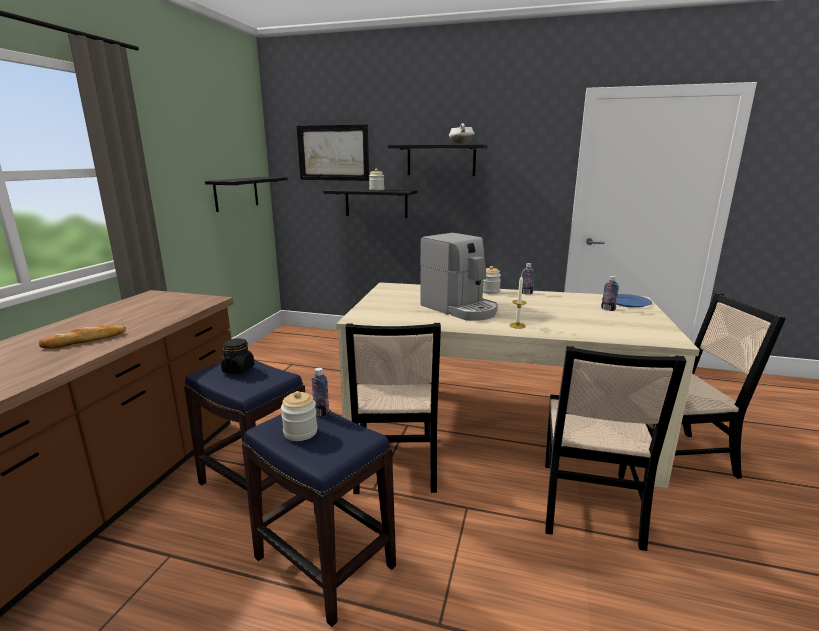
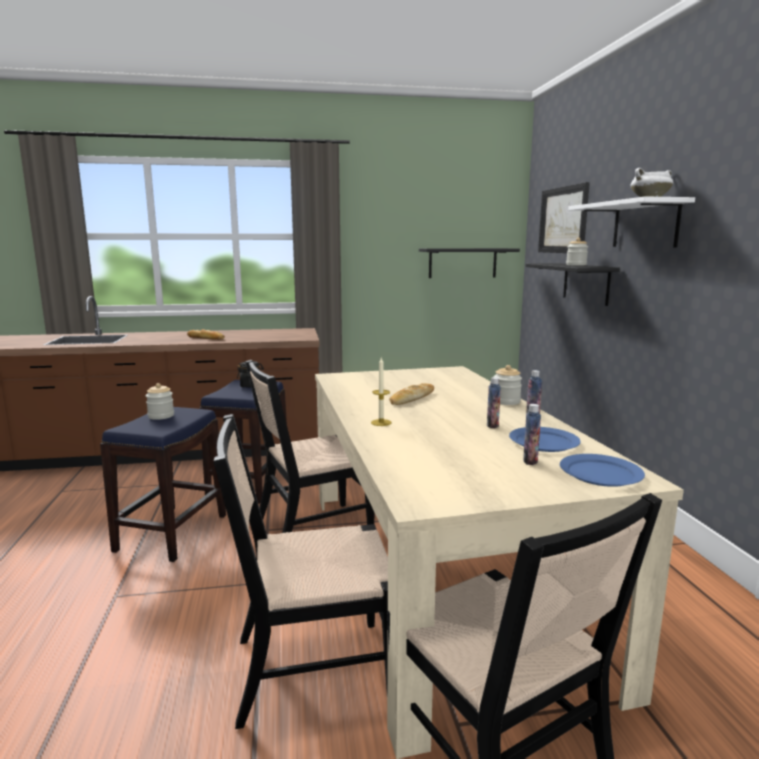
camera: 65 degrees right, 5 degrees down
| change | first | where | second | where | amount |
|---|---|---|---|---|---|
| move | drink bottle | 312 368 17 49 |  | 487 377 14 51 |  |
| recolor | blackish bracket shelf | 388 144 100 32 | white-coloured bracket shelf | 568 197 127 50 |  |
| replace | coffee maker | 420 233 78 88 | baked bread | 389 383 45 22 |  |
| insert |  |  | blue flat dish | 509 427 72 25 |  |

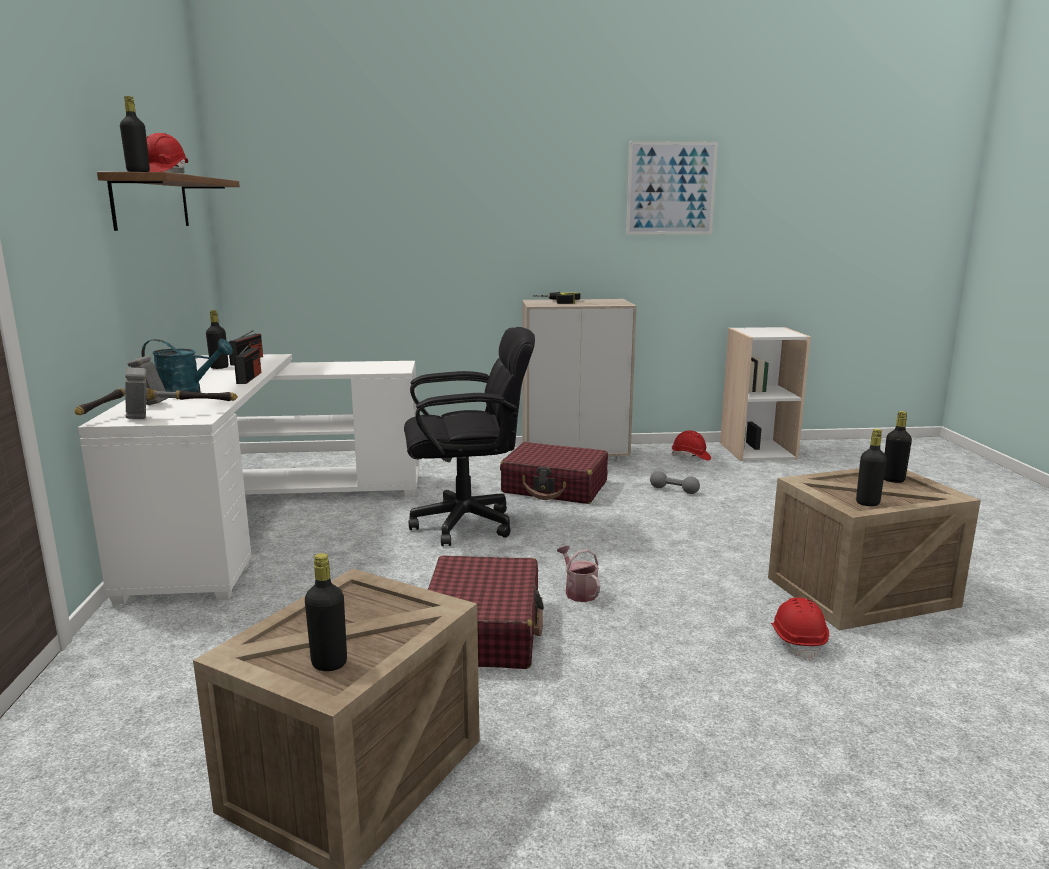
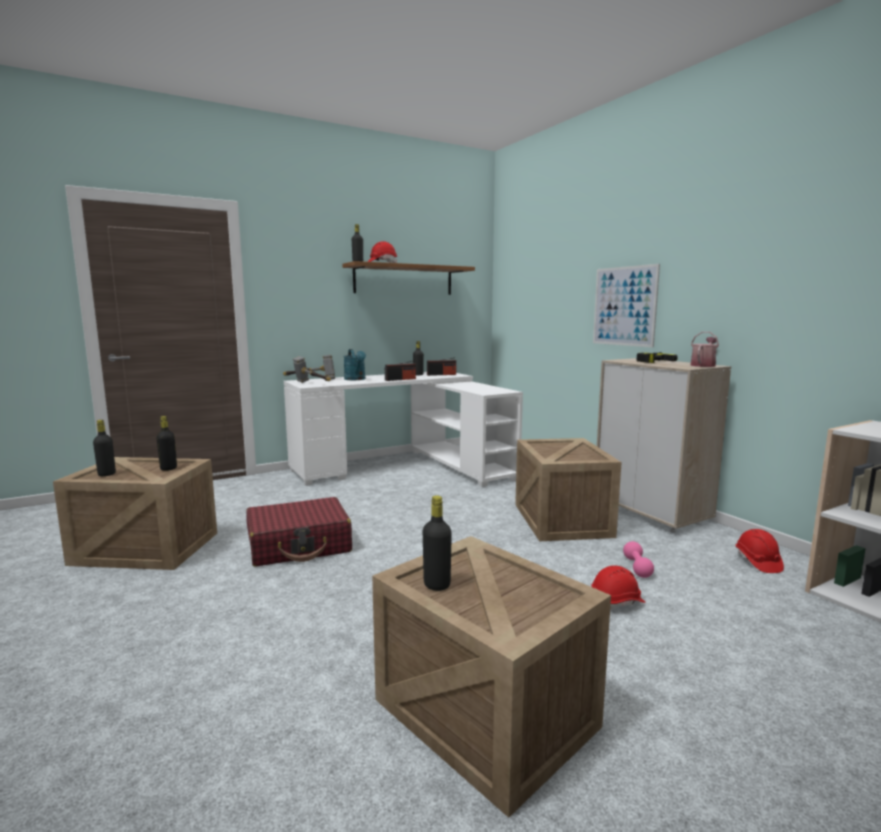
camera: 65 degrees right, 5 degrees down
| change | first | where | second | where | amount |
|---|---|---|---|---|---|
| delete | blackish office chair | 404 327 131 219 |  |  |  |
| replace | red travel case | 500 442 108 62 | crate | 515 438 107 103 |  |
| move | sprinkling can | 557 545 43 57 |  | 691 332 28 35 |  |
| move | wall art | 626 141 92 93 |  | 593 264 67 83 |  |
| recolor | greyish dumbbell | 650 471 50 23 | pink-coloured dumbbell | 623 541 31 37 |  |
| move | red safety helmet | 771 597 58 64 |  | 591 565 55 44 |  |
| move | blackish drink bottle | 884 411 28 72 |  | 156 416 21 55 |  |

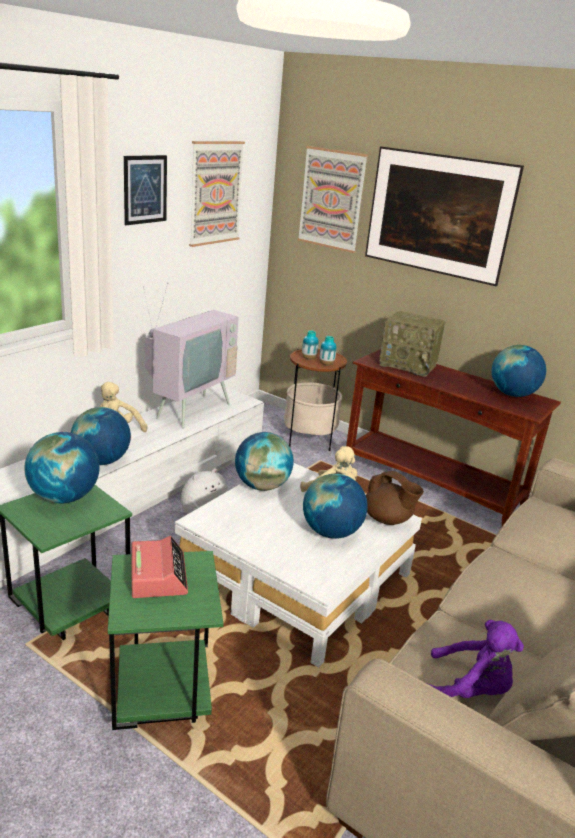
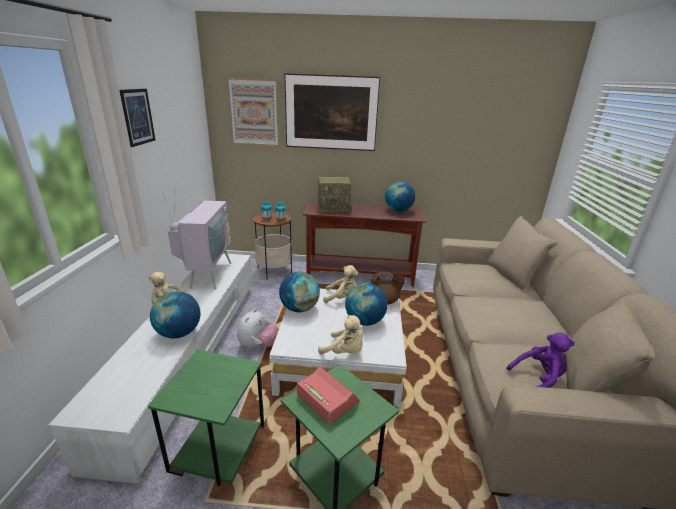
camera: 30 degrees left, 0 degrees up
| change | first | where | second | where | amount |
|---|---|---|---|---|---|
| delete | desk globe | 24 432 76 71 |  |  |  |
| delete | wall art | 189 141 56 106 |  |  |  |
| insert |  |  | beige-coloured plush toy | 318 315 45 39 |  |

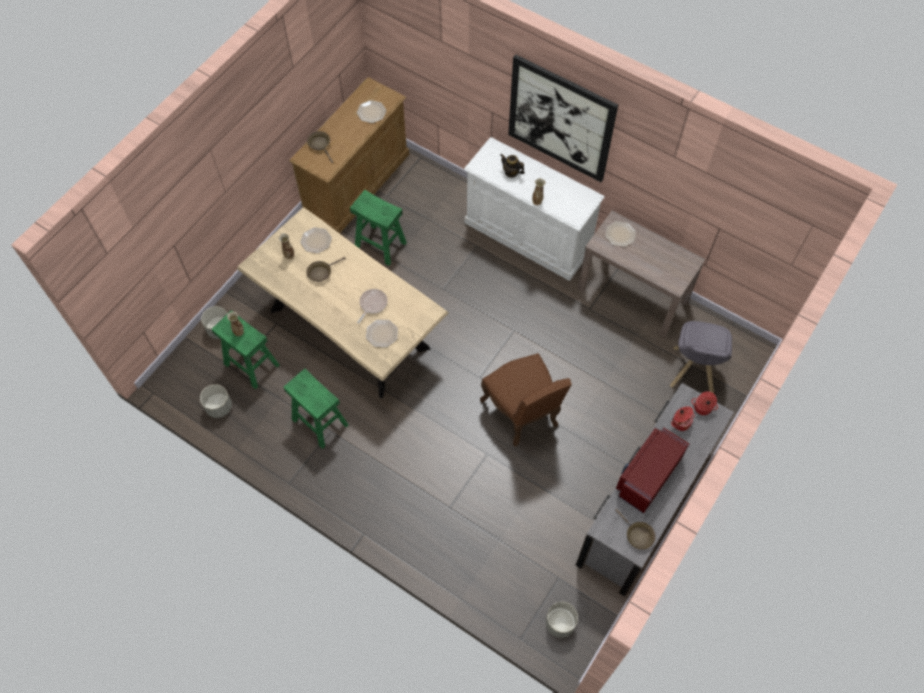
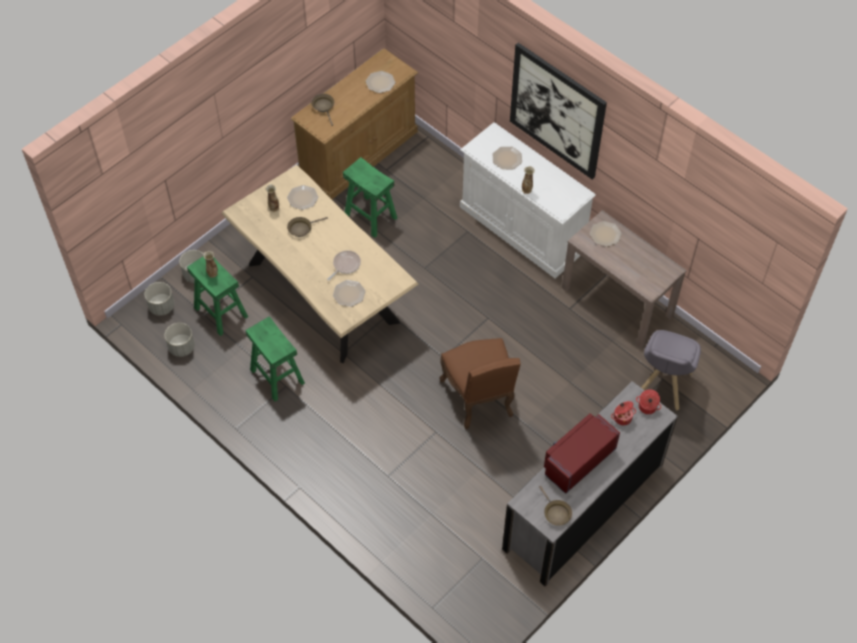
camera: 10 degrees right, 5 degrees down
| change | first | where | second | where | amount |
|---|---|---|---|---|---|
| replace | teapot | 501 154 24 24 | flat dish | 492 147 30 23 |  |
| move | greyish flower pot | 546 602 32 36 |  | 145 282 29 34 |  |

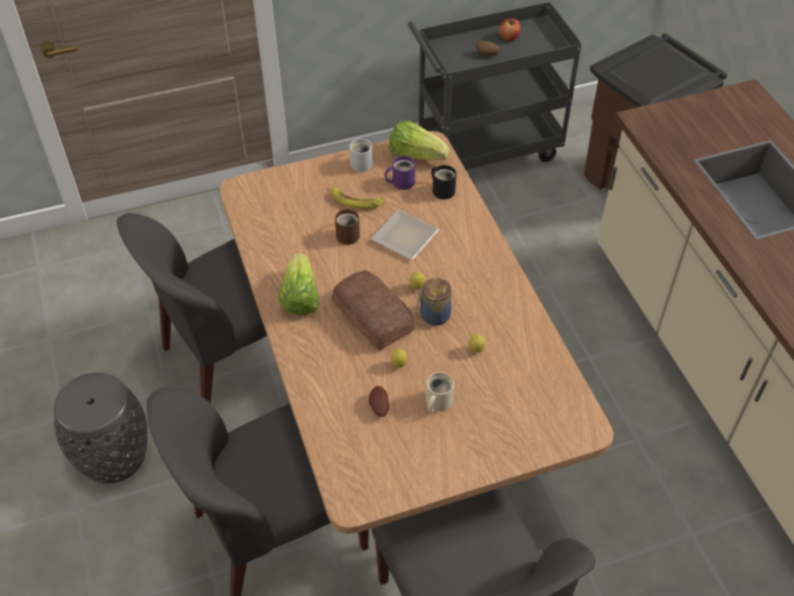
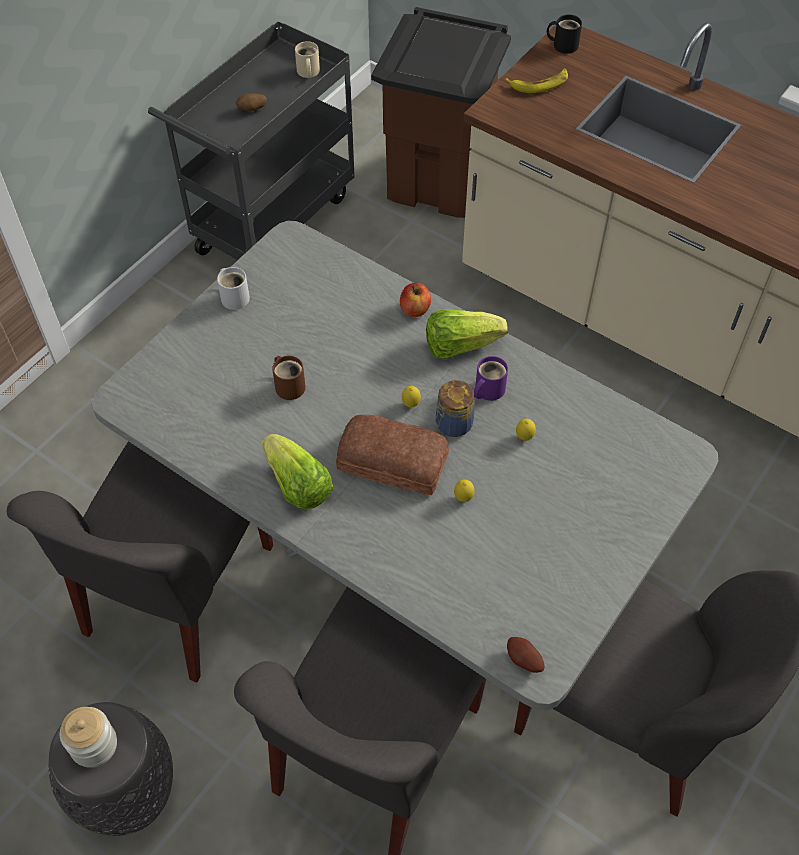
camera: 35 degrees left, 5 degrees up
| change | first | where | second | where | amount |
|---|---|---|---|---|---|
| recolor | brown-coloured dining table | 220 131 393 403 | greyish dining table | 91 221 627 489 |  |
| move | whole banana | 331 184 54 25 |  | 505 69 63 24 |  |
| move | potato | 369 386 20 31 |  | 507 637 38 36 |  |
| delete | flat dish | 371 210 68 50 |  |  |  |
| move | purple tea mug | 384 156 31 34 |  | 474 356 34 45 |  |
| move | lettuce head | 389 121 61 39 |  | 426 309 82 50 |  |
| move | beige-coloured tea mug | 426 372 28 40 |  | 295 41 25 37 |  |
| move | blackish tea mug | 431 165 25 34 |  | 547 14 35 40 |  |
| move | apple | 499 18 22 23 |  | 400 283 31 34 |  |
| insert |  |  | jar | 60 707 57 61 |  |

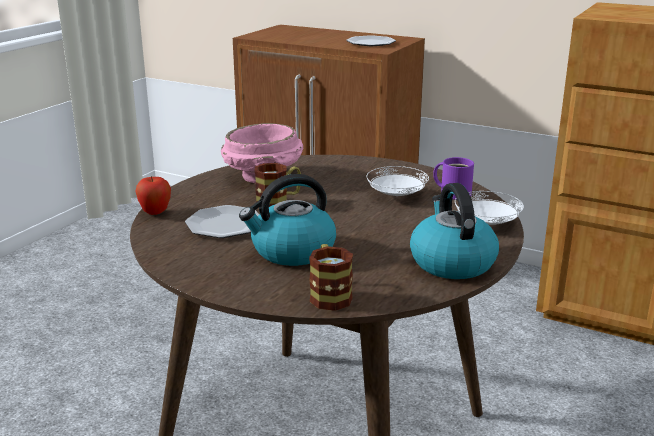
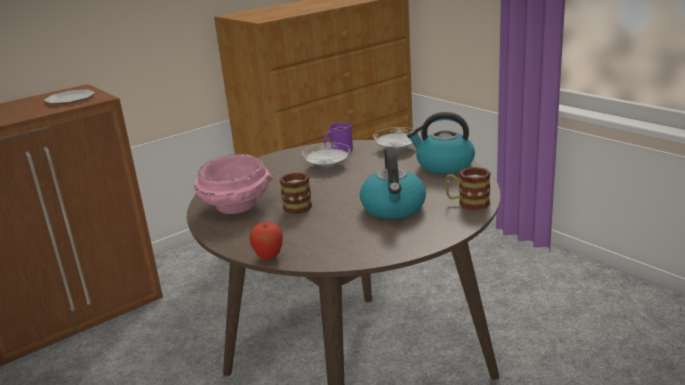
camera: 65 degrees left, 0 degrees up
| change | first | where | second | where | amount |
|---|---|---|---|---|---|
| delete | flat dish | 185 205 74 33 |  |  |  |

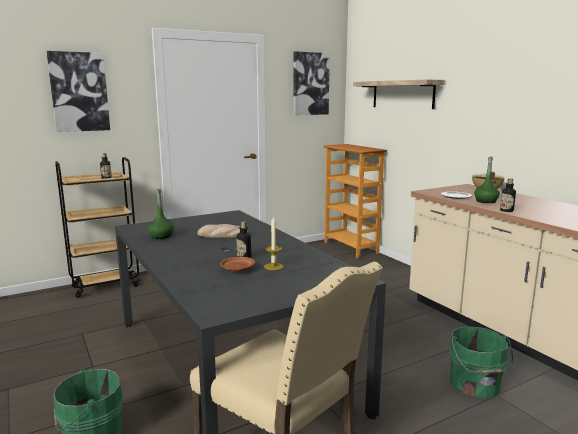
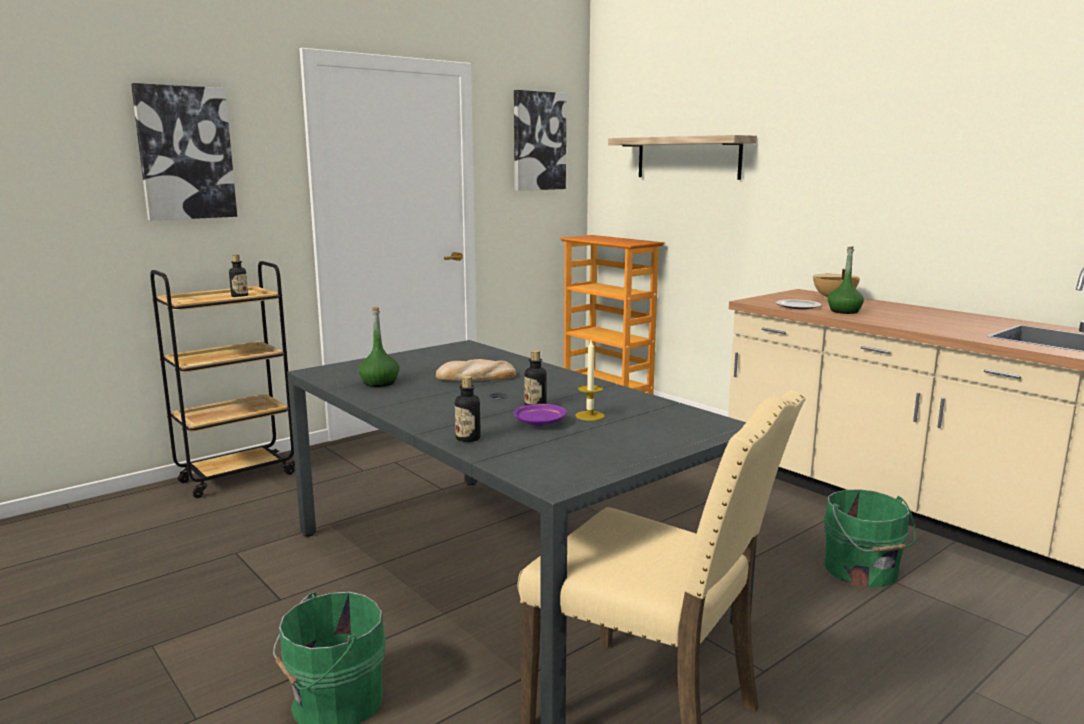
camera: 10 degrees left, 0 degrees up
| change | first | where | second | where | amount |
|---|---|---|---|---|---|
| recolor | brown-coloured flat dish | 220 257 35 15 | purple flat dish | 513 404 54 22 |  |
| move | drink bottle | 500 178 16 34 |  | 455 376 26 66 |  |

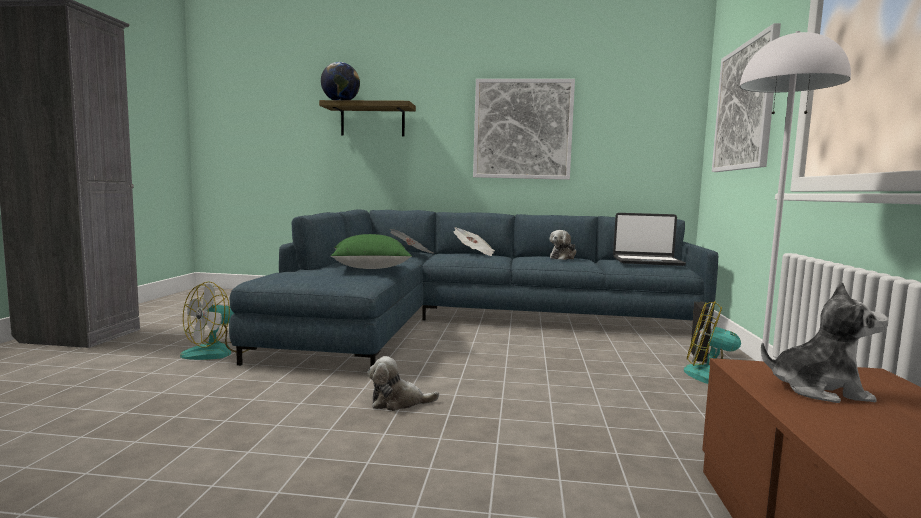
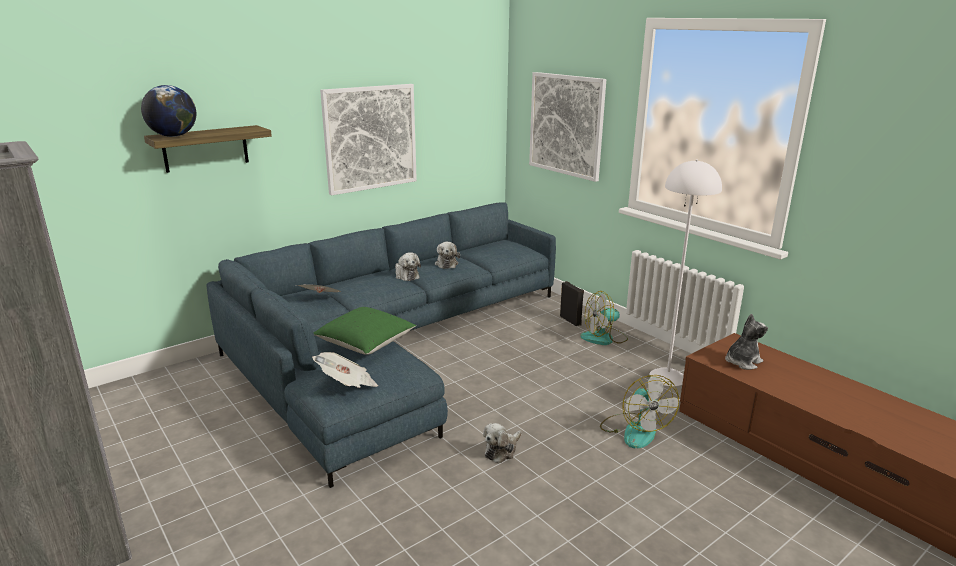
camera: 45 degrees left, 15 degrees up
| change | first | where | second | where | amount |
|---|---|---|---|---|---|
| move | fan | 180 281 69 79 |  | 600 375 79 73 |  |
| move | newspaper | 454 228 41 28 |  | 312 352 66 36 |  |
| delete | laptop | 613 213 73 53 |  |  |  |
| insert |  |  | plush toy | 395 252 26 29 |  |

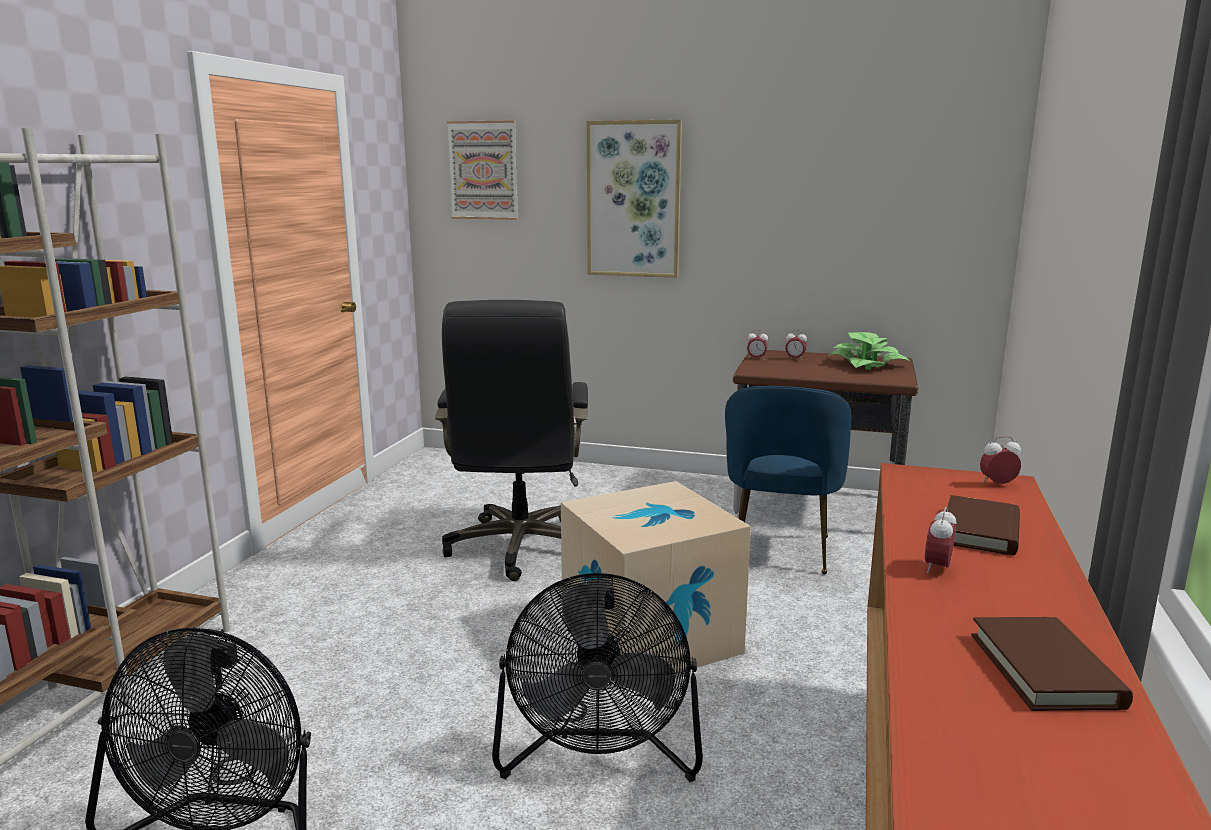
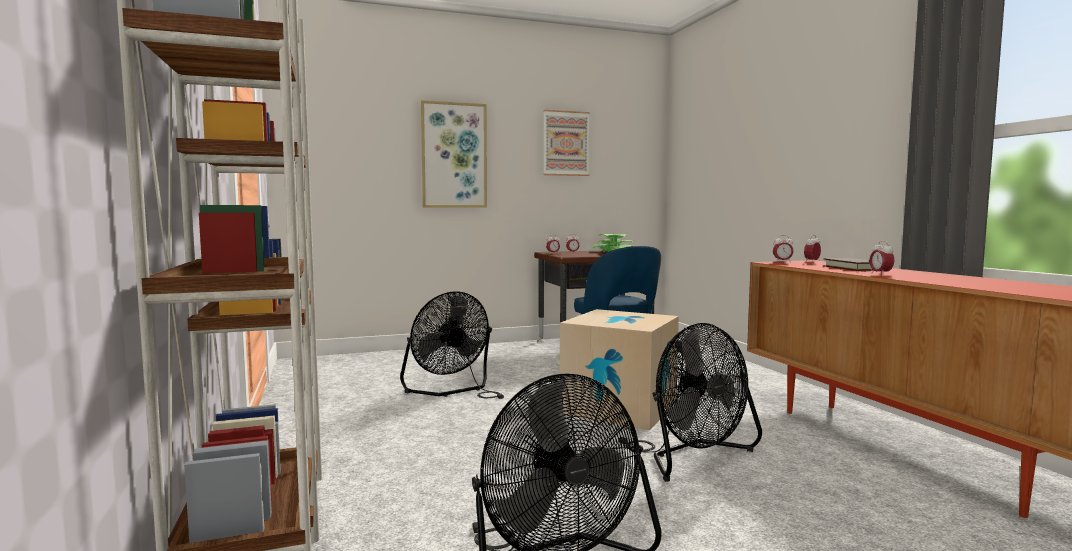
camera: 35 degrees left, 10 degrees down
| change | first | where | second | where | amount |
|---|---|---|---|---|---|
| replace | blackish office chair | 435 300 153 281 | blackish fan | 400 291 104 108 |  |
| move | wall art | 447 120 71 100 |  | 544 110 46 66 |  |
| delete | brown-coloured bound book | 971 617 162 94 |  |  |  |
| insert |  |  | alarm clock | 773 235 21 27 |  |

